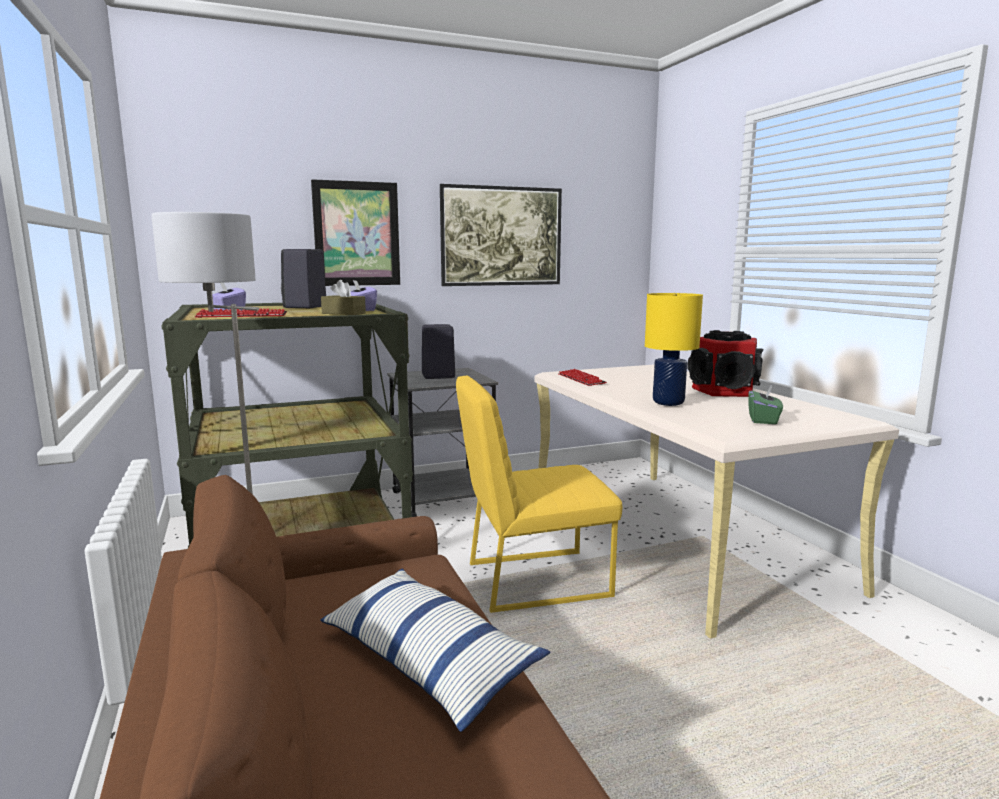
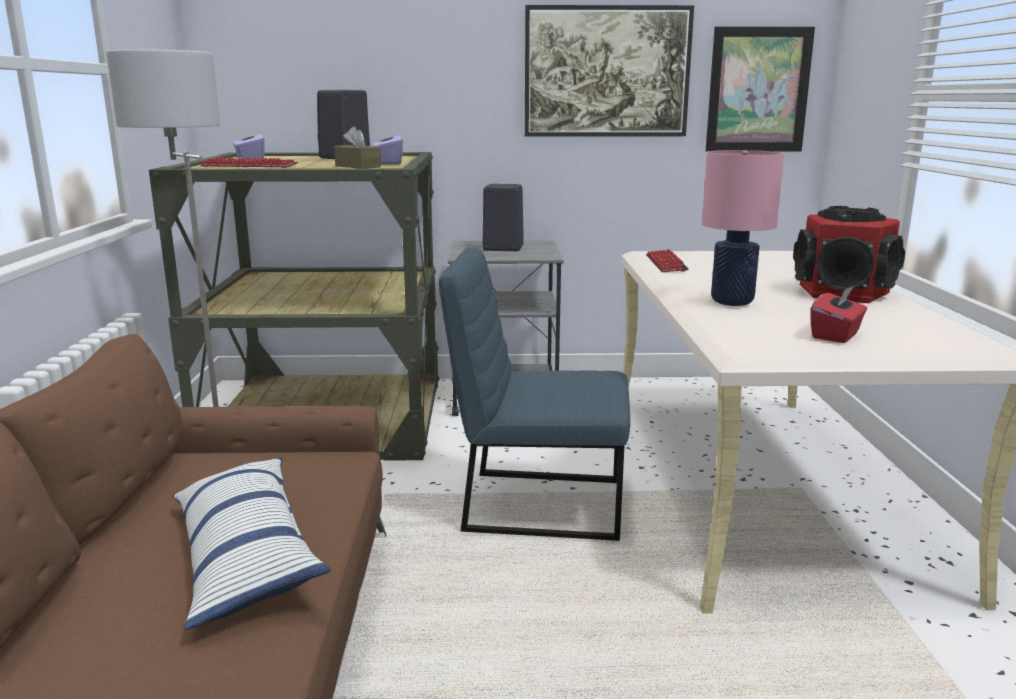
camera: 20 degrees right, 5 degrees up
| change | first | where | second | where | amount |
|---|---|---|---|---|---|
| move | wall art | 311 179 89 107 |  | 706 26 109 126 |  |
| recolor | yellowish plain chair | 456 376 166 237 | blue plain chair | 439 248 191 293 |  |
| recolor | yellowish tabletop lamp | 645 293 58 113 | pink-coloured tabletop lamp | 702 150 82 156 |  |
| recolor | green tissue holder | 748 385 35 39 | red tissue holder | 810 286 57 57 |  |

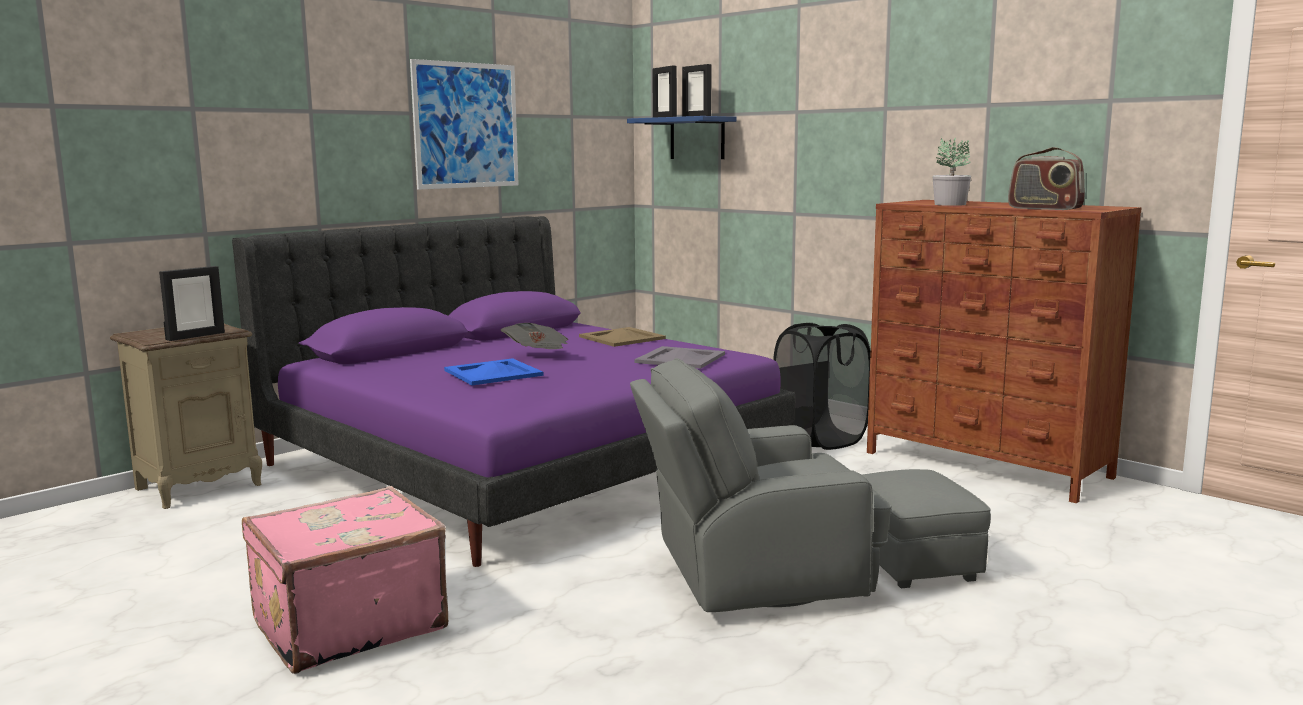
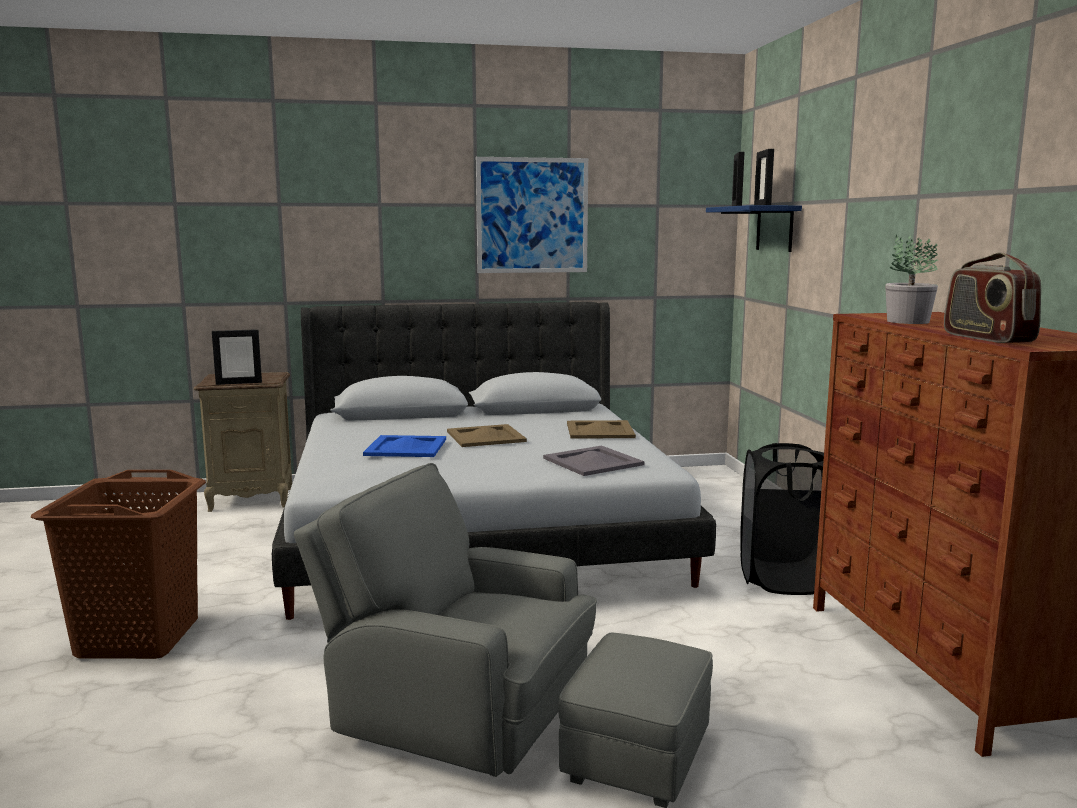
camera: 35 degrees right, 0 degrees up
| change | first | where | second | where | amount |
|---|---|---|---|---|---|
| recolor | purple bedroom bed | 232 216 563 351 | greyish bedroom bed | 272 302 444 318 |  |
| replace | pink-coloured travel case | 242 486 206 188 | brown-coloured hamper | 31 470 175 189 |  |
| replace | newspaper | 501 323 67 26 | beige-coloured tray | 447 424 80 23 |  |

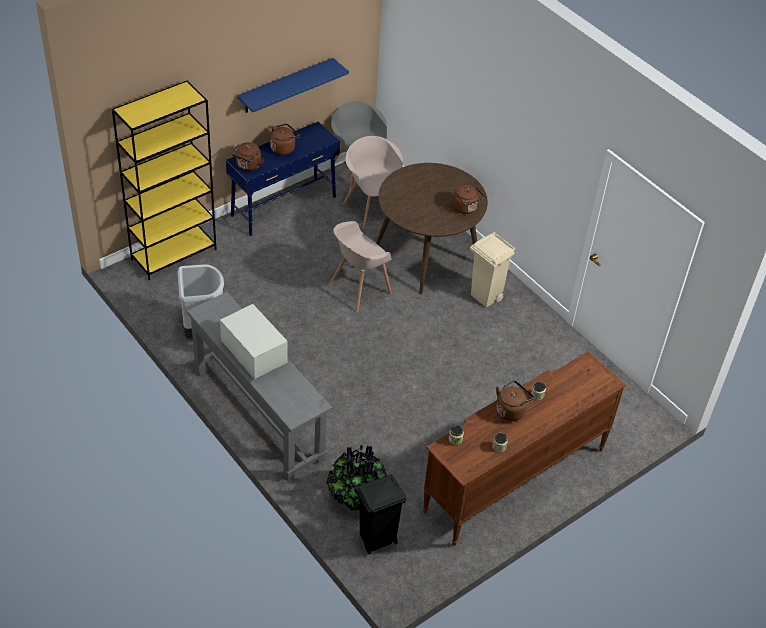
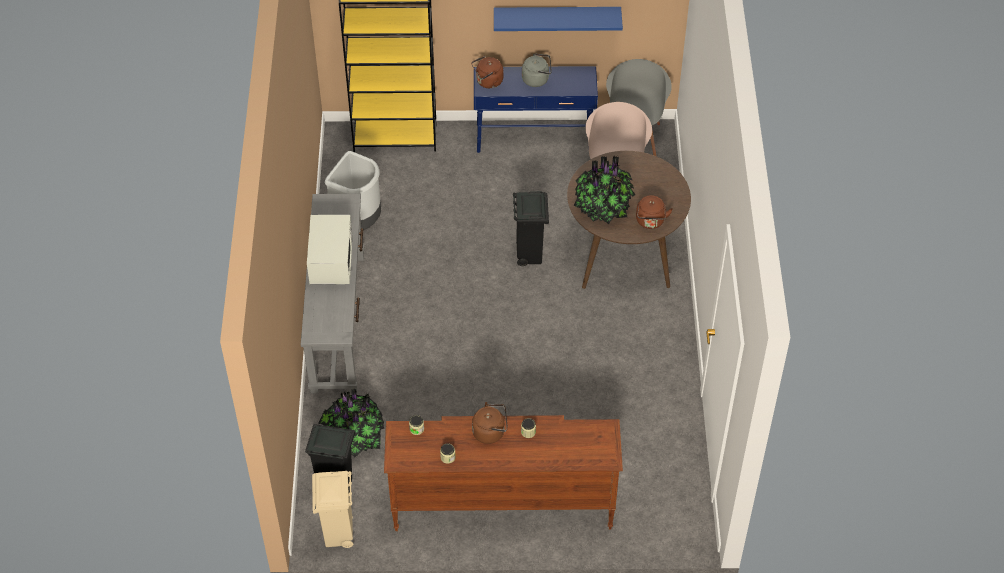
camera: 40 degrees right, 5 degrees up
| change | first | where | second | where | amount |
|---|---|---|---|---|---|
| recolor | brown-coloured water kettle | 270 124 30 31 | greyish water kettle | 522 53 30 34 |  |
| replace | beige-coloured plain chair | 329 221 63 91 | blackish rubbish bin | 513 191 36 75 |  |
| move | beige-coloured rubbish bin | 470 232 45 76 |  | 312 471 41 77 |  |
| insert |  |  | houseplant | 573 156 63 68 |  |

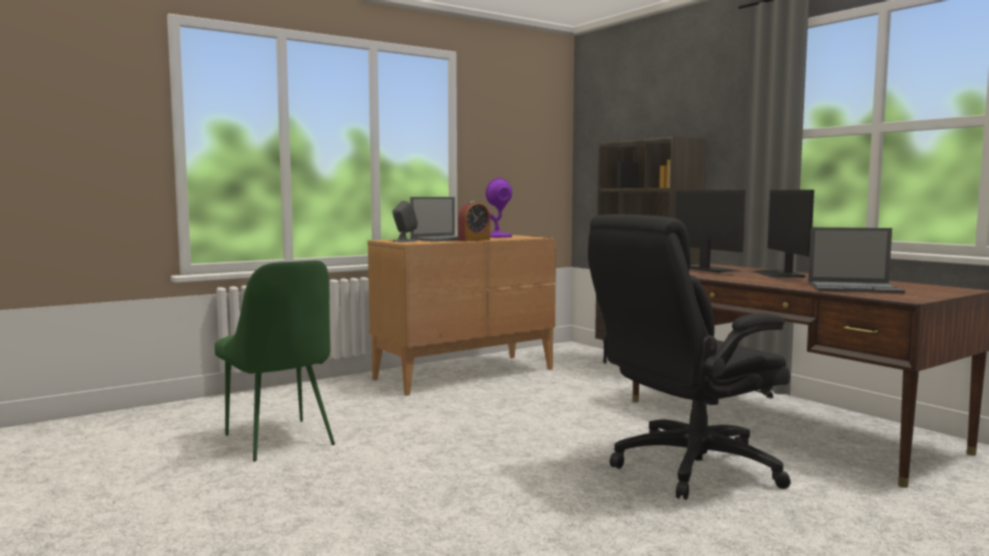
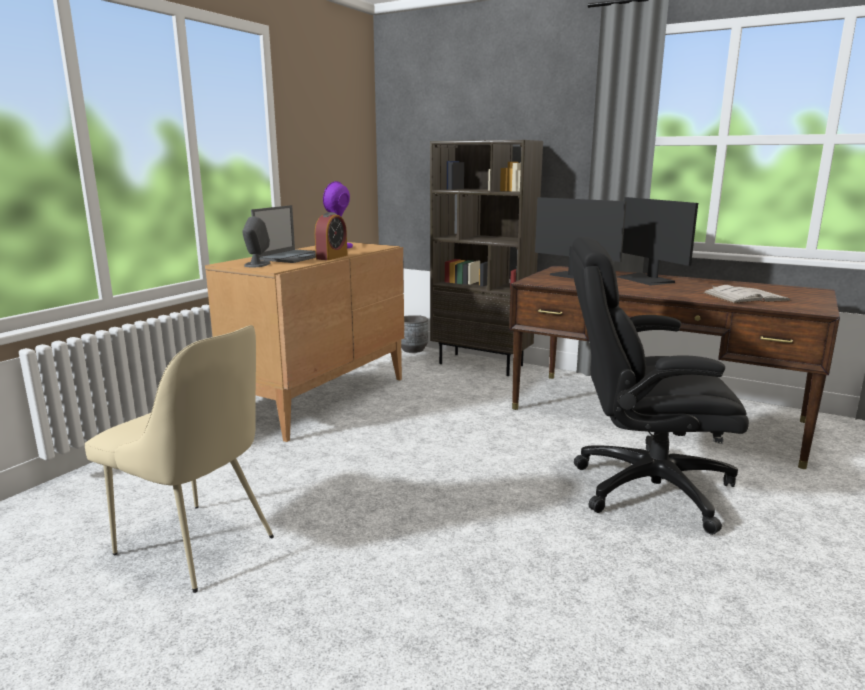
camera: 25 degrees left, 10 degrees up
| change | first | where | second | where | amount |
|---|---|---|---|---|---|
| recolor | green plain chair | 215 261 120 201 | beige-coloured plain chair | 85 325 189 268 |  |
| rotate | blackish office chair | 588 214 203 286 |  | 572 237 177 298 | 60 degrees clockwise |
| replace | laptop | 808 227 97 66 | white-coloured bound book | 703 285 88 18 |  |
| insert |  |  | greyish flower pot | 401 315 27 38 |  |

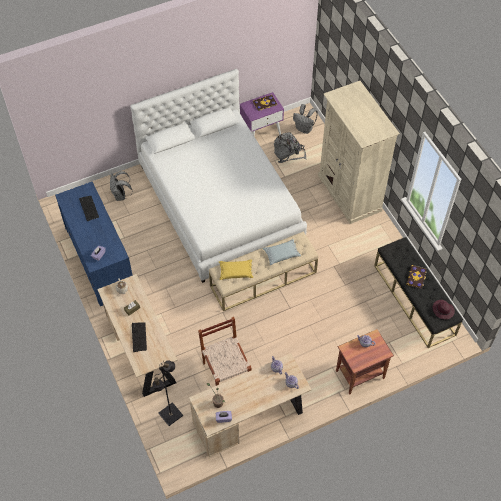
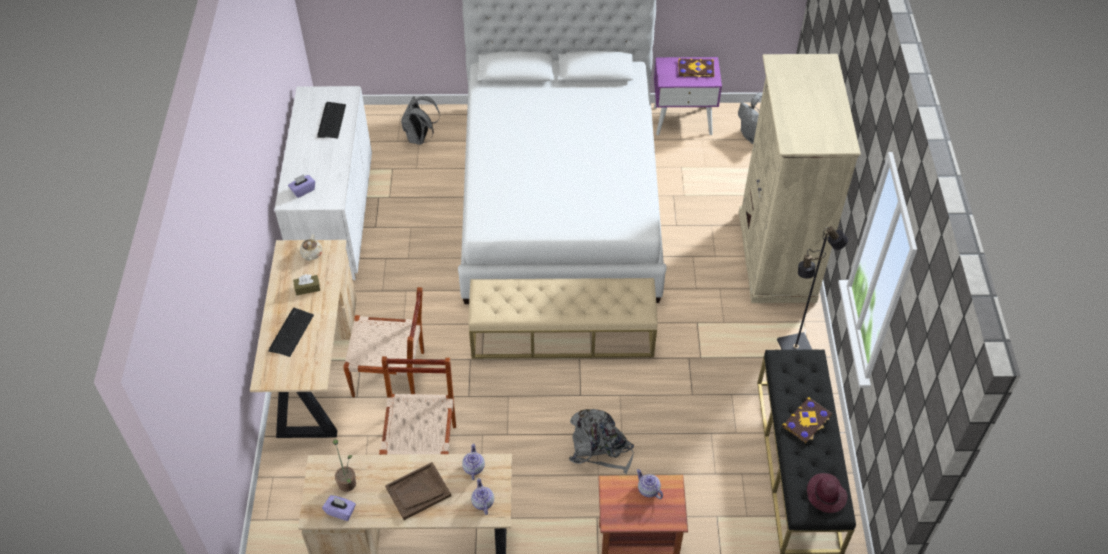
camera: 25 degrees right, 5 degrees down
| change | first | where | second | where | amount |
|---|---|---|---|---|---|
| recolor | blue dresser | 55 182 78 124 | white-coloured dresser | 274 86 98 194 |  |
| move | blackish floor lamp | 153 360 30 66 |  | 777 226 71 124 |  |
| delete | yellowish cushion | 219 260 34 20 |  |  |  |
| delete | blue cushion | 263 239 38 26 |  |  |  |
| move | greyish backpack | 274 132 32 31 |  | 569 409 65 65 |  |
| insert |  |  | plain chair | 343 287 81 110 |  |
| insert |  |  | brown-coloured tray | 385 462 66 58 |  |

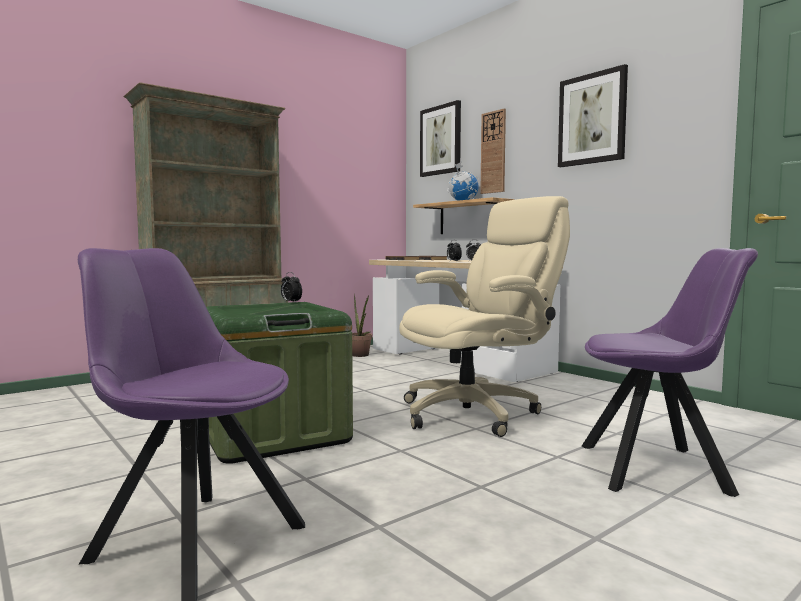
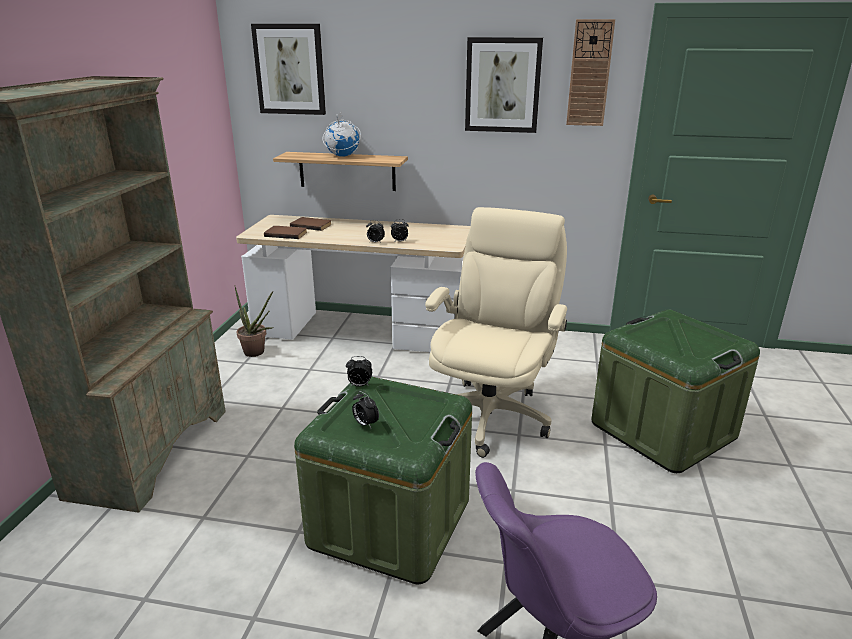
camera: 40 degrees left, 20 degrees up
| change | first | where | second | where | amount |
|---|---|---|---|---|---|
| move | wall clock | 480 108 26 86 |  | 566 19 49 107 |  |
| replace | purple plain chair | 582 248 176 249 | green storage box | 591 309 169 164 |  |
| insert |  |  | alarm clock | 352 391 27 37 |  |

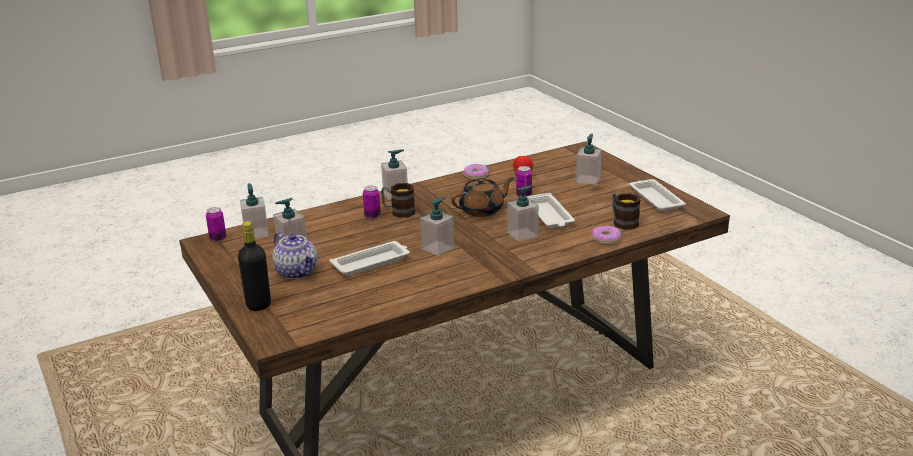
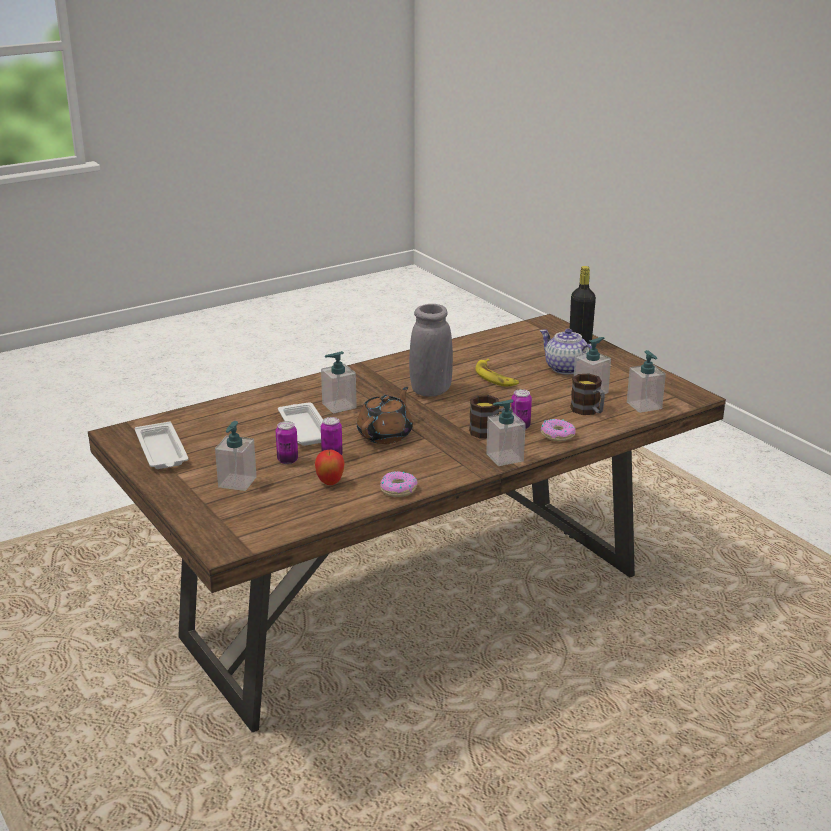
camera: 175 degrees right, 0 degrees up
| change | first | where | second | where | amount |
|---|---|---|---|---|---|
| move | can | 206 207 20 35 |  | 276 421 22 43 |  |
| replace | white-coloured tray | 330 241 80 34 | whole banana | 476 359 43 27 |  |
| replace | liquid soap bottle | 420 197 35 59 | greyish flower vase | 409 304 44 93 |  |
| rotate | brown-coloured teapot | 451 177 63 40 |  | 357 387 56 57 | 150 degrees clockwise |
| move | donut | 591 226 30 19 |  | 541 419 35 22 |  |
| move | tea mug | 612 193 28 37 |  | 570 374 35 41 |  |

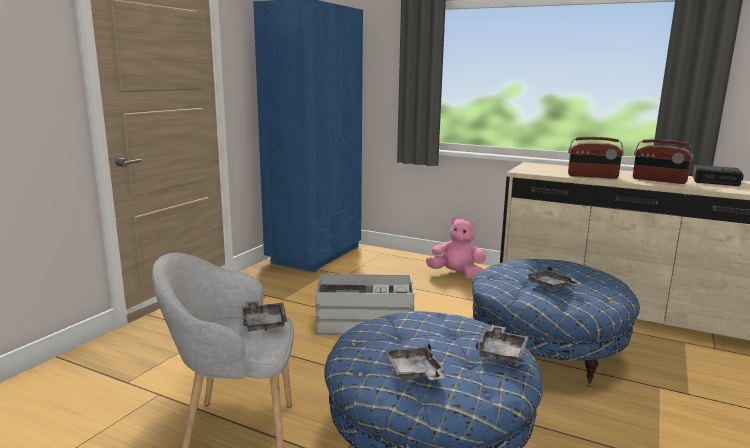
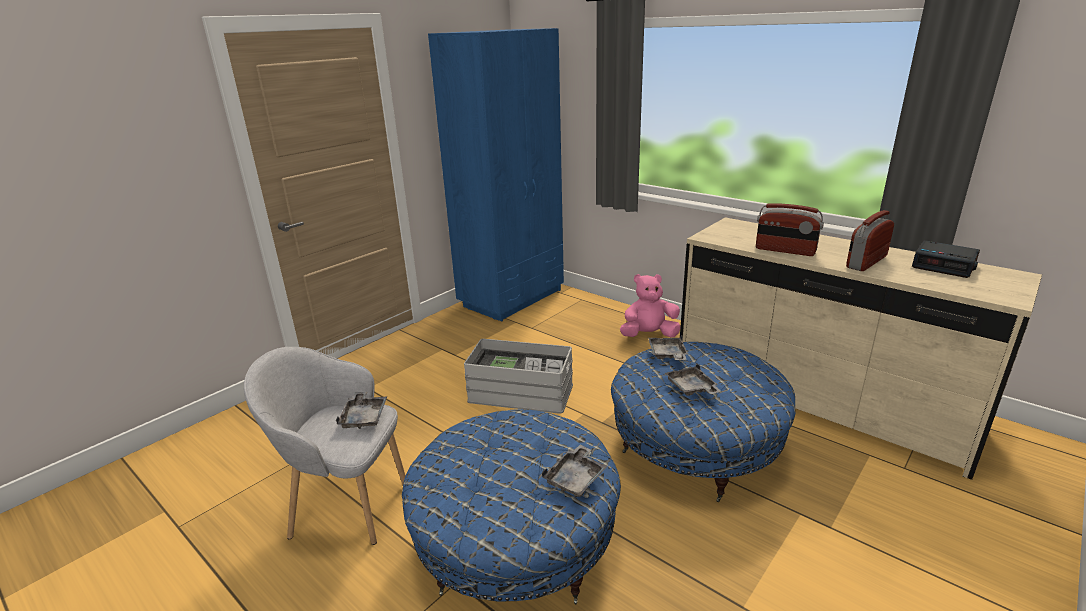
camera: 15 degrees right, 10 degrees up
| change | first | where | second | where | amount |
|---|---|---|---|---|---|
| move | greyish tray | 385 343 60 37 |  | 648 335 40 25 |  |
| rotate | pink-coloured plush toy | 426 217 60 62 |  | 620 274 60 63 | 45 degrees counterclockwise |
| rotate | radio set | 633 139 61 45 |  | 846 210 48 61 | 90 degrees clockwise |

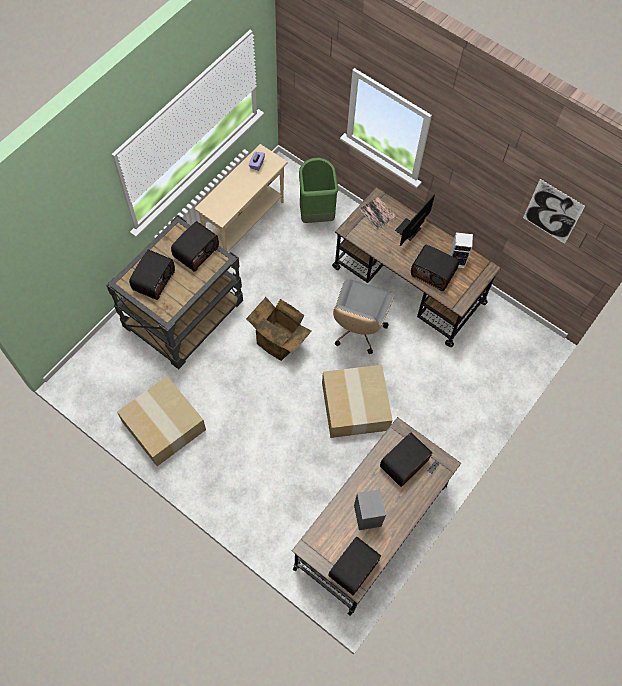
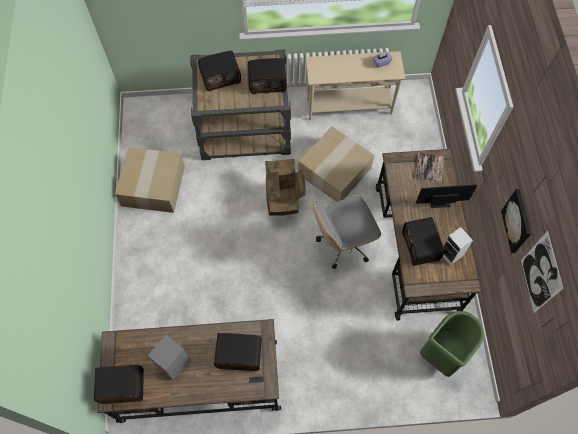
camera: 50 degrees right, 0 degrees up
| change | first | where | second | where | amount |
|---|---|---|---|---|---|
| move | green rubbish bin | 299 158 40 65 |  | 420 311 64 66 |  |
| move | carton | 322 365 71 73 |  | 298 126 76 76 |  |
| insert |  |  | wall art | 501 189 30 64 |  |

